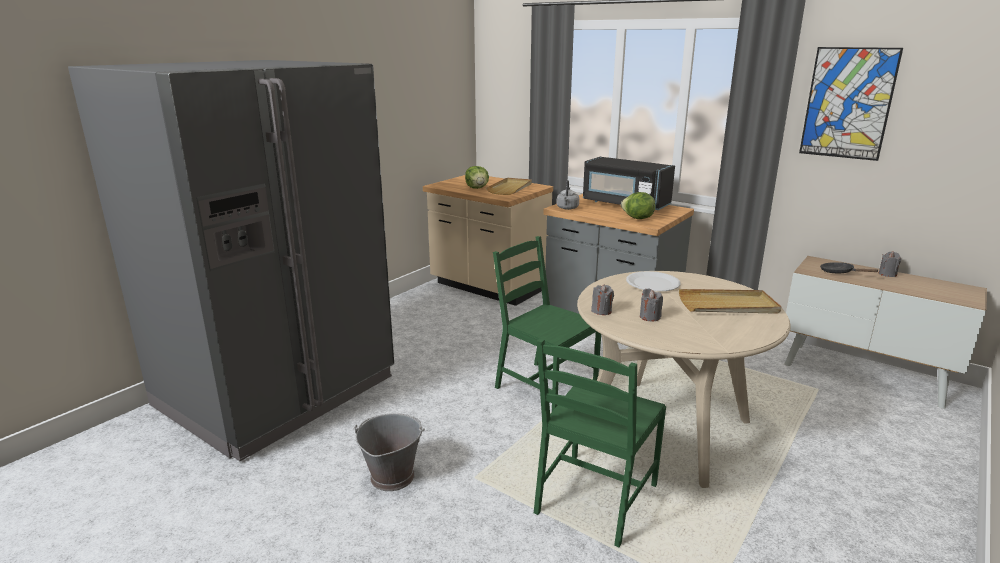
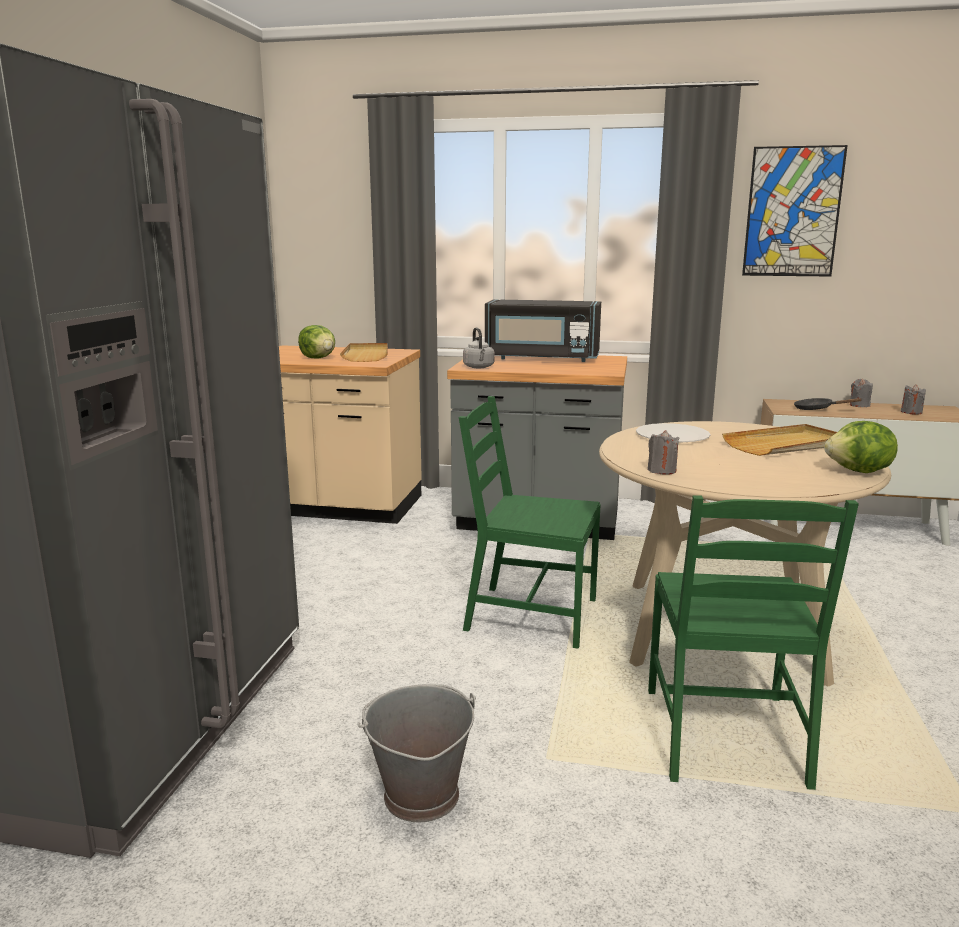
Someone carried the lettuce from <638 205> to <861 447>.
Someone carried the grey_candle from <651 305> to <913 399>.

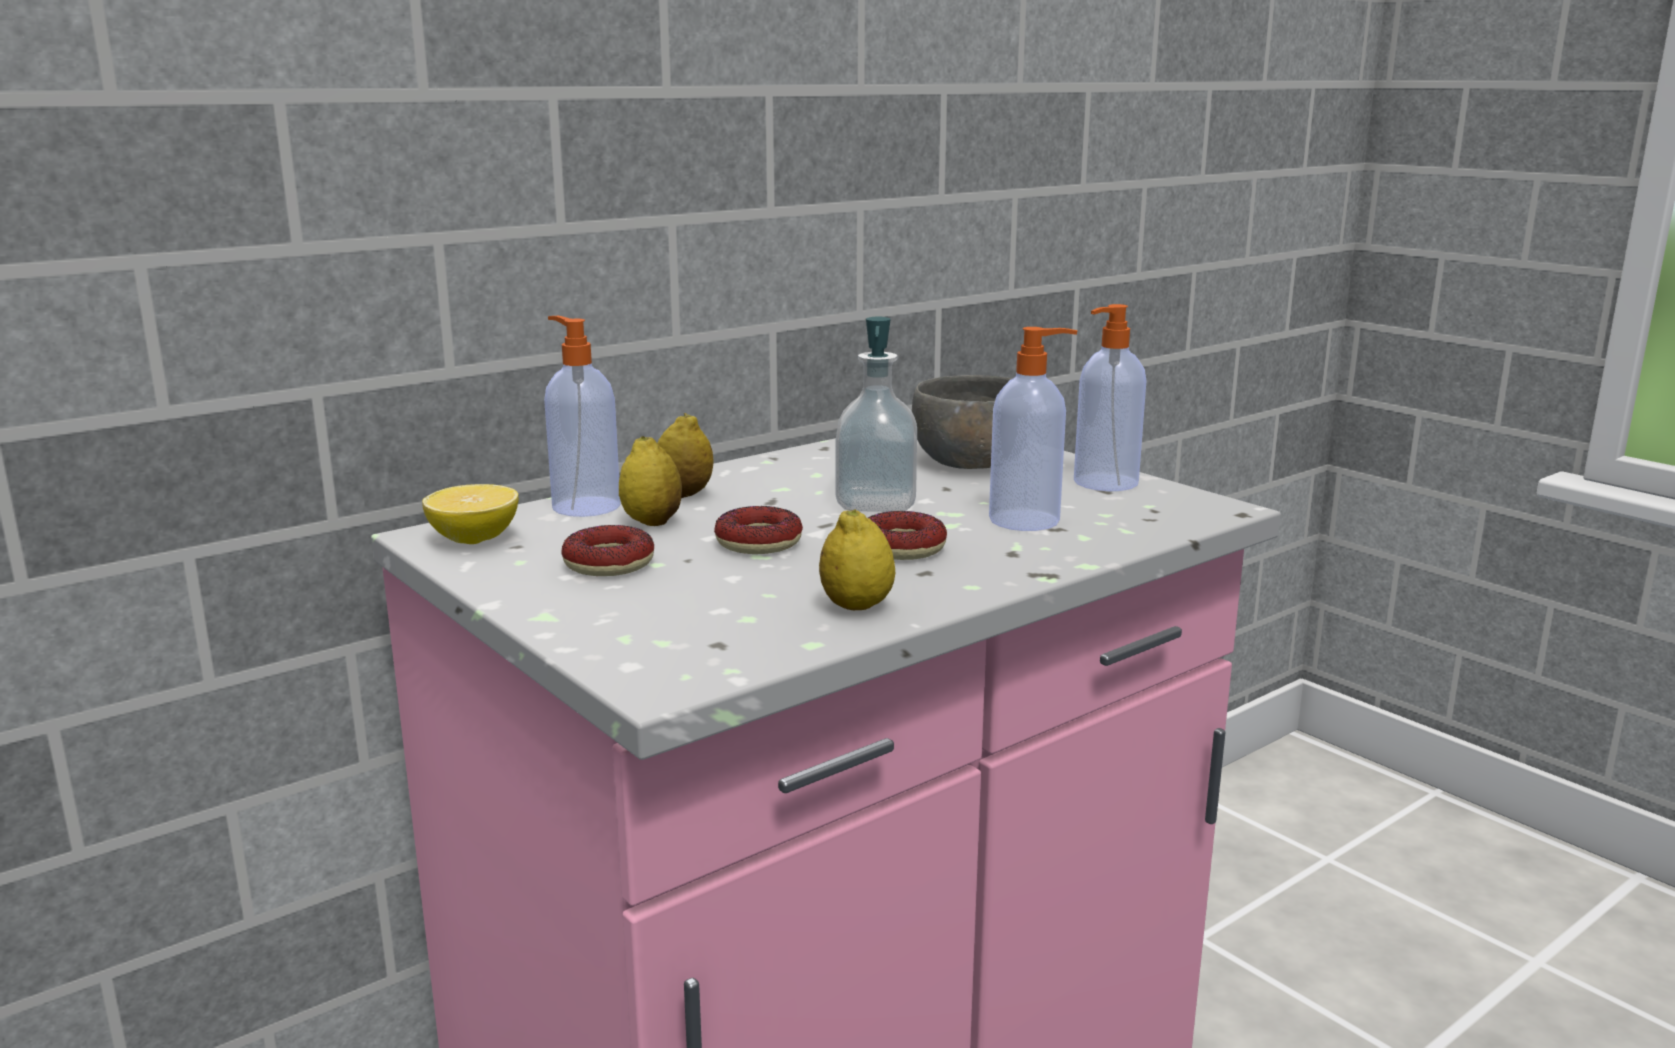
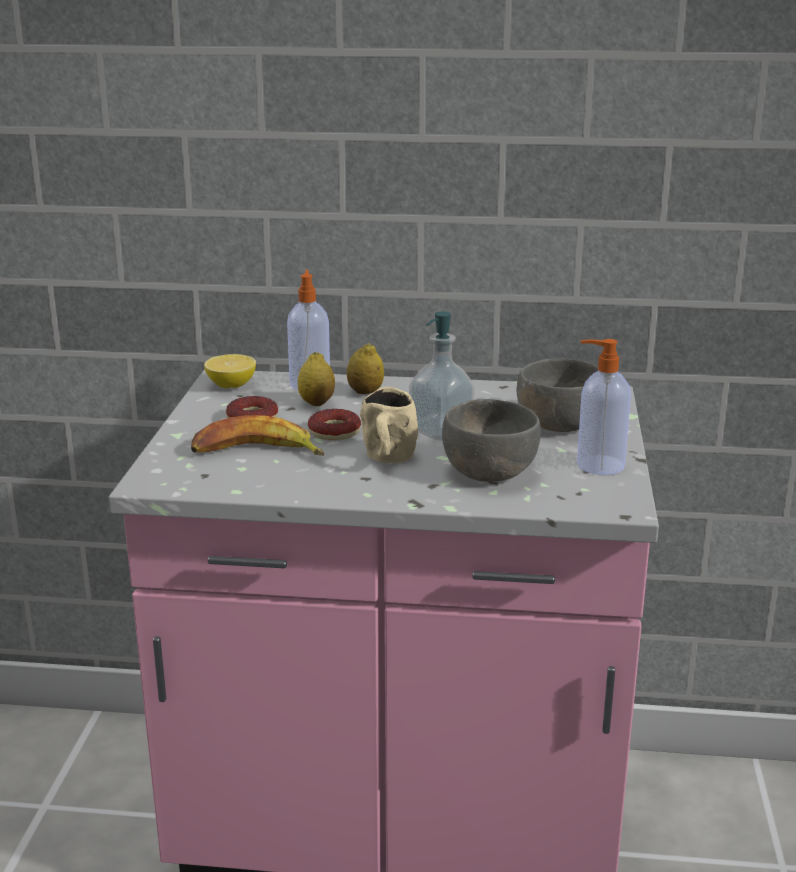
Someone took away the lemon at <857 559>.
Someone swapped the donut at <907 535> for the beige_mug at <389 425>.
Someone swapped the soap_dispenser at <1033 429> for the grey_bowl at <491 440>.
Someone put down the banana at <257 435>.

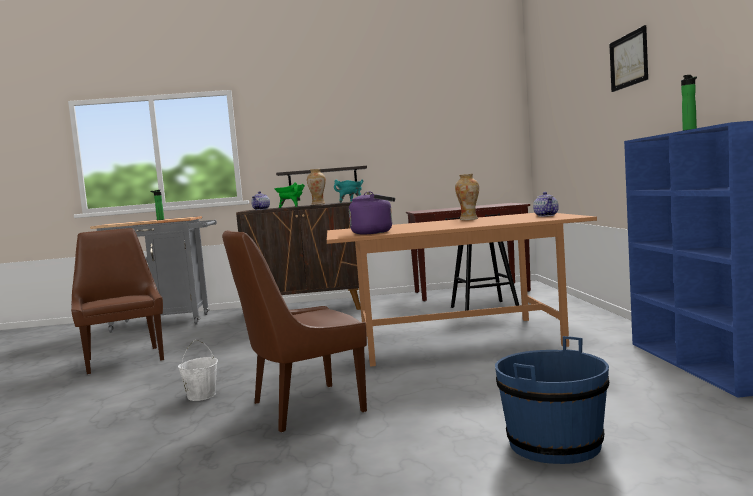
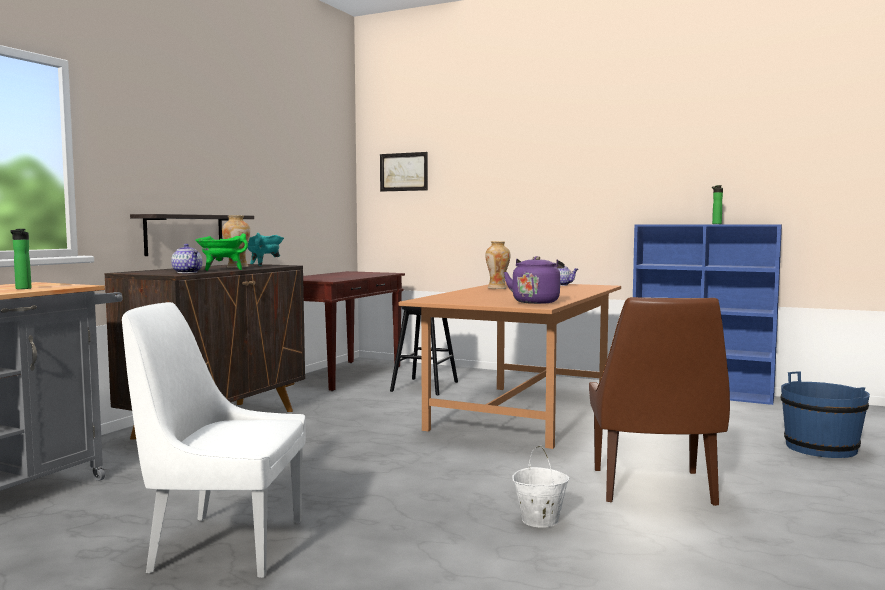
Someone repainted the brown_chair at <117 301>, which became the white_chair at <214 440>.
Someone carried the picture from <628 58> to <404 172>.

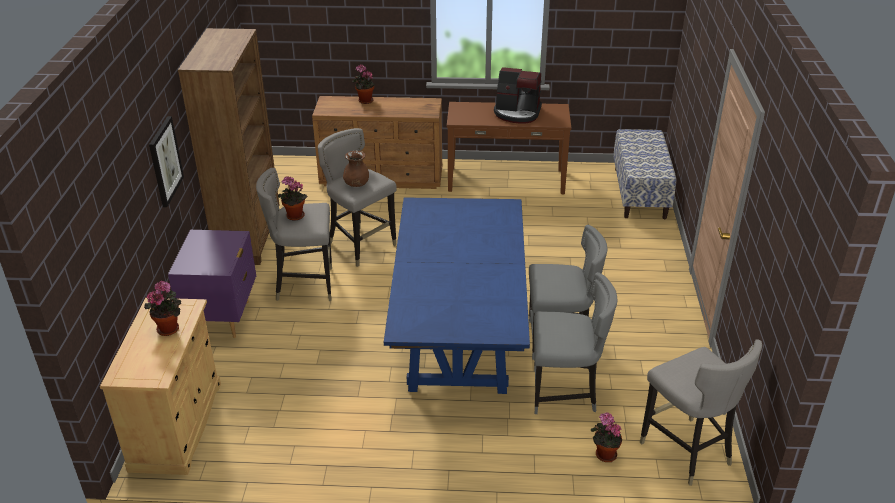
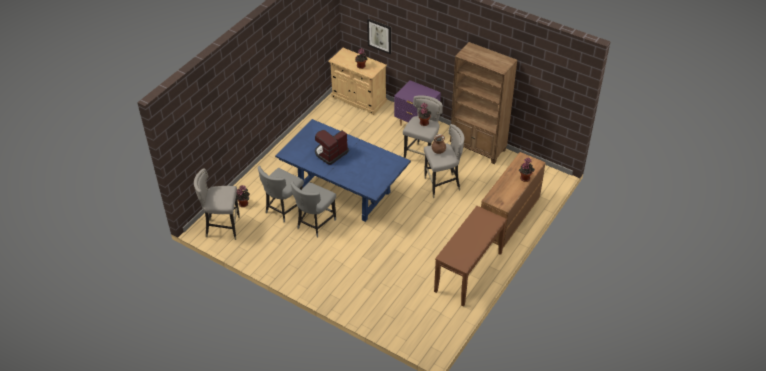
Someone carried the picture from <166 161> to <379 36>.
Someone carried the coffee_machine from <518 95> to <332 147>.
Someone took away the bench at <644 174>.

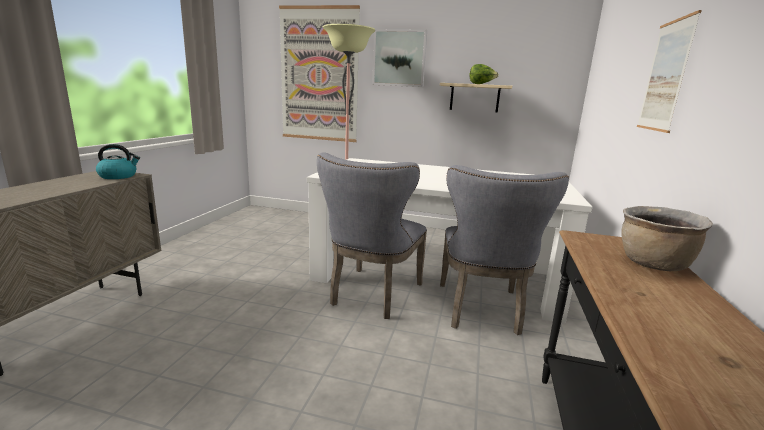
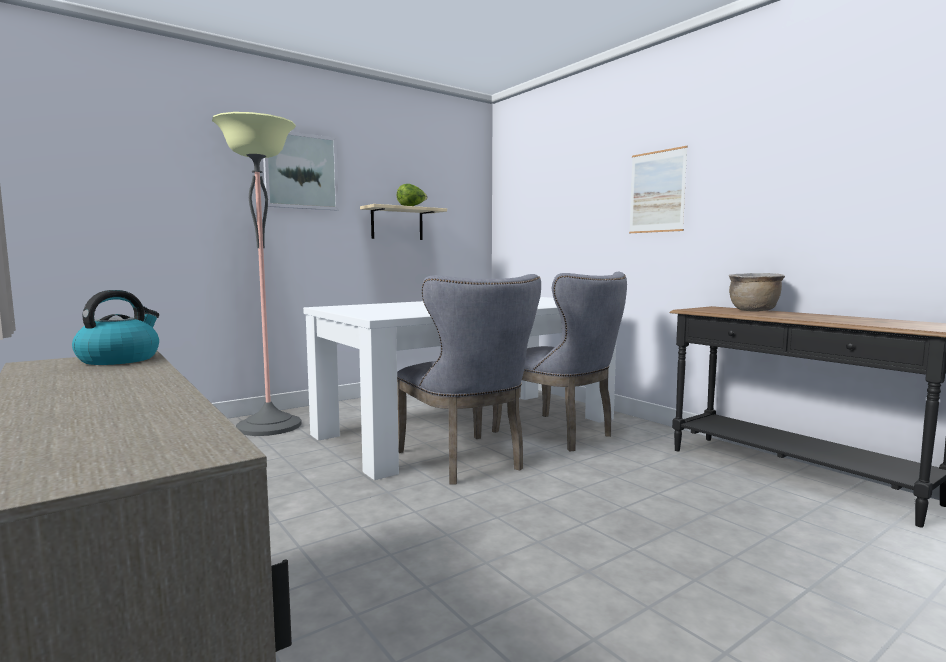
Someone took away the picture at <319 73>.

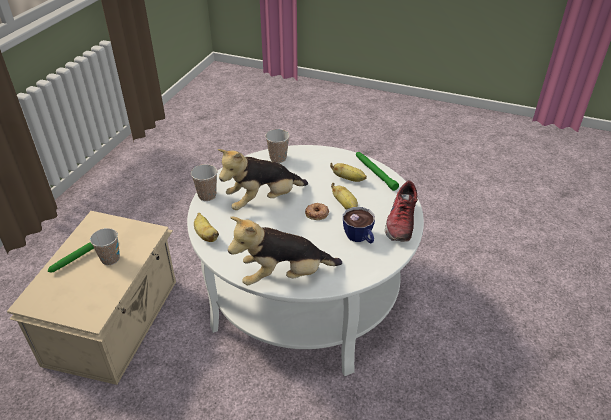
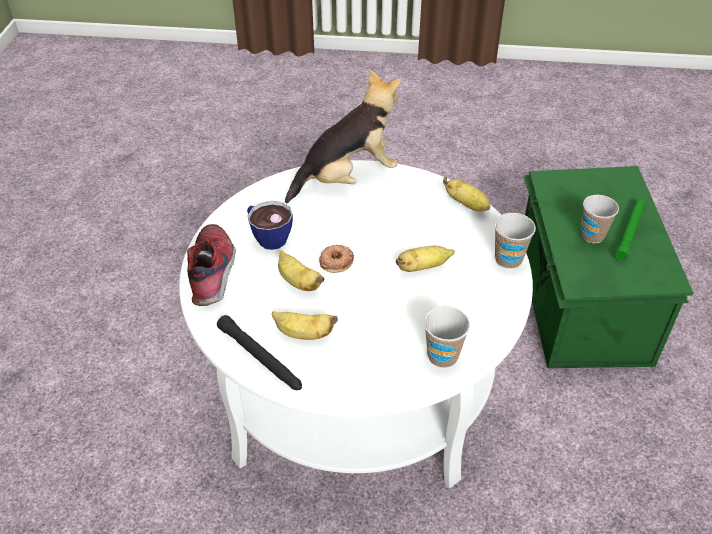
Someone repainted the beige_storage_box at <91 298>, which became the green_storage_box at <608 267>.
Someone swapped the plush_toy at <262 179> for the banana at <425 259>.
Someone repainted the green_flashlight at <377 171>, which became the black_flashlight at <259 352>.

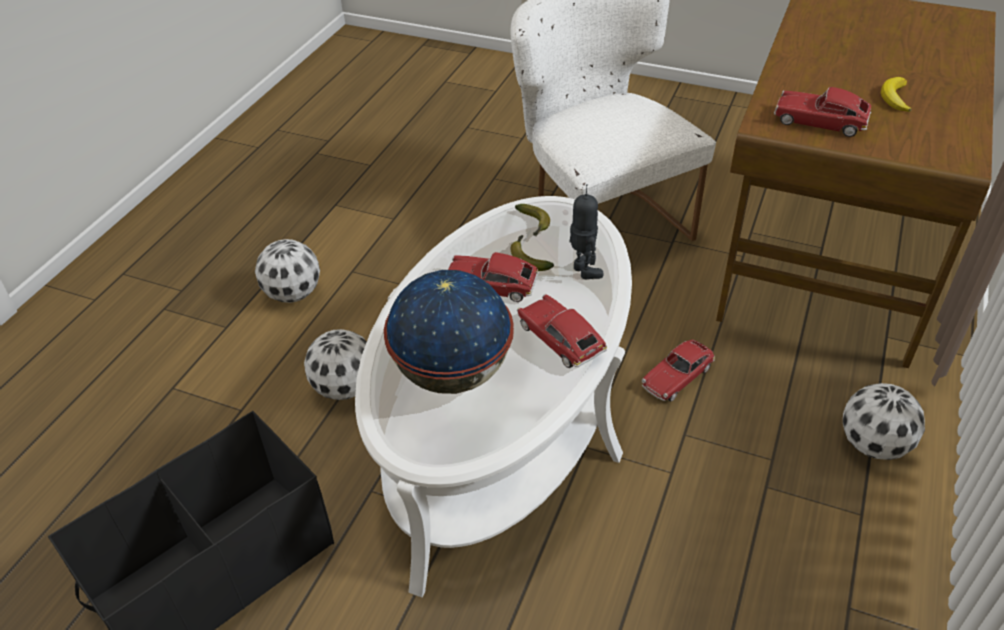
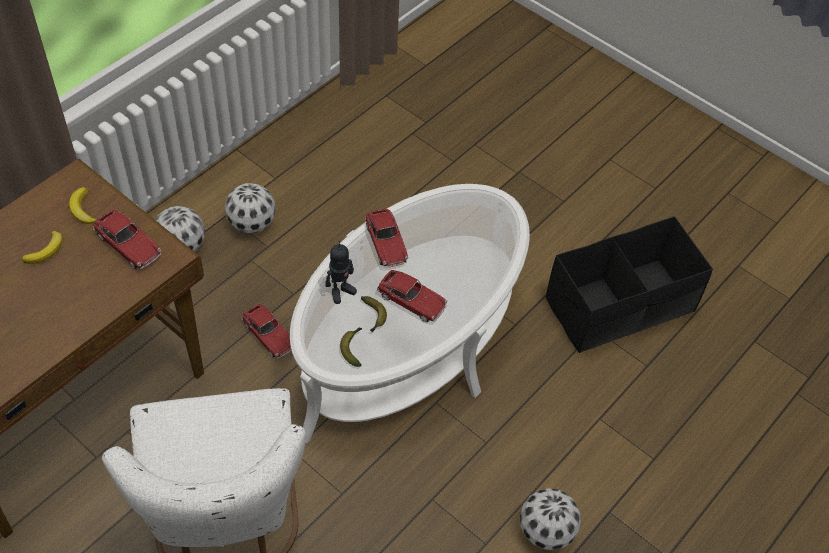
Someone carried the football from <335 364> to <250 208>.
Someone took away the globe at <449 332>.
Someone rotated the toy_robot at <586 231> by 120 degrees counterclockwise.
Someone rotated the toy_car at <678 370> by 75 degrees clockwise.
Someone put down the banana at <83 205>.

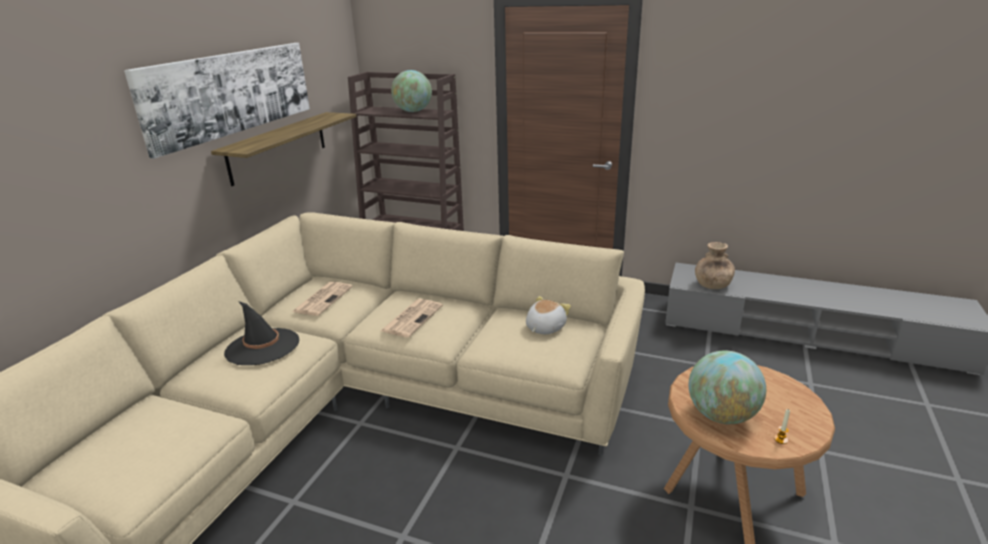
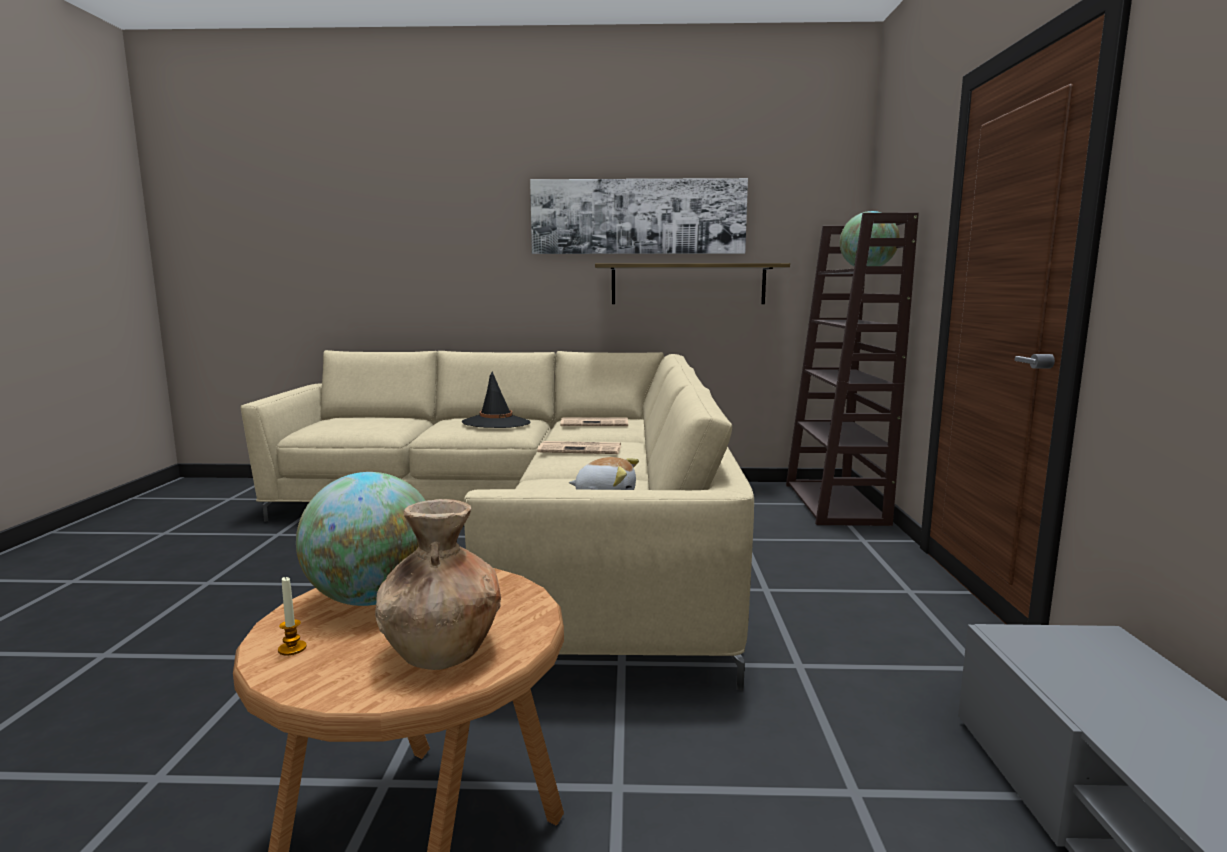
Someone carried the brown_vase from <715 265> to <438 584>.

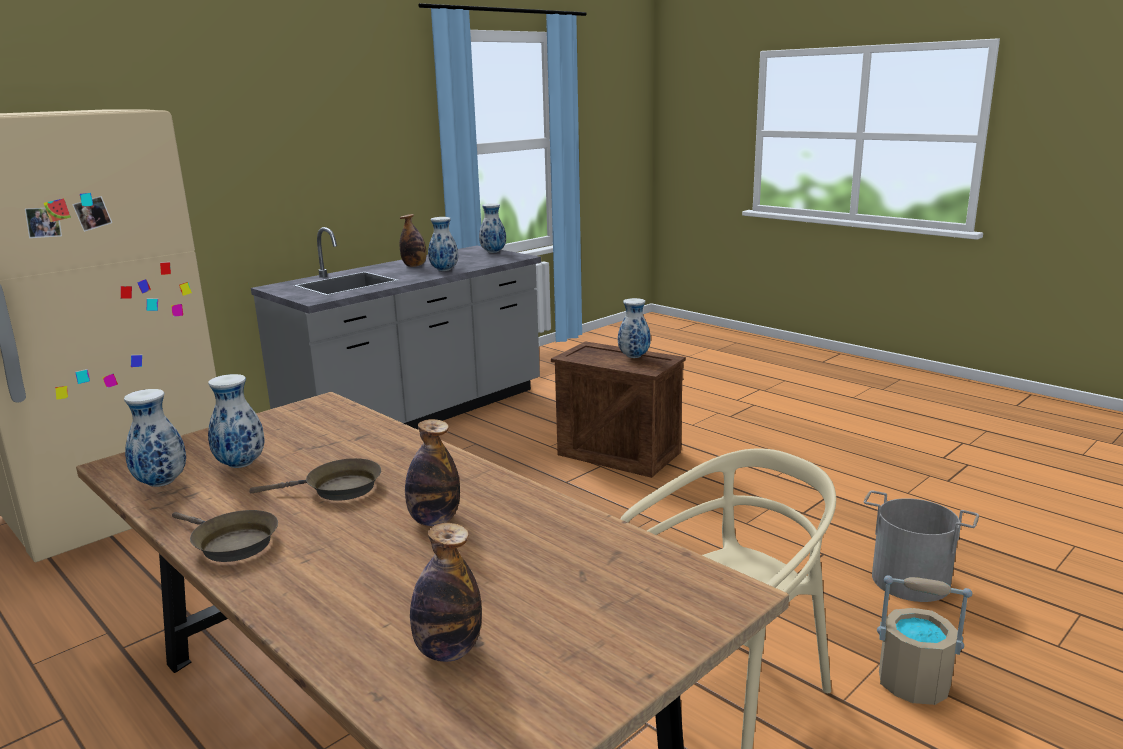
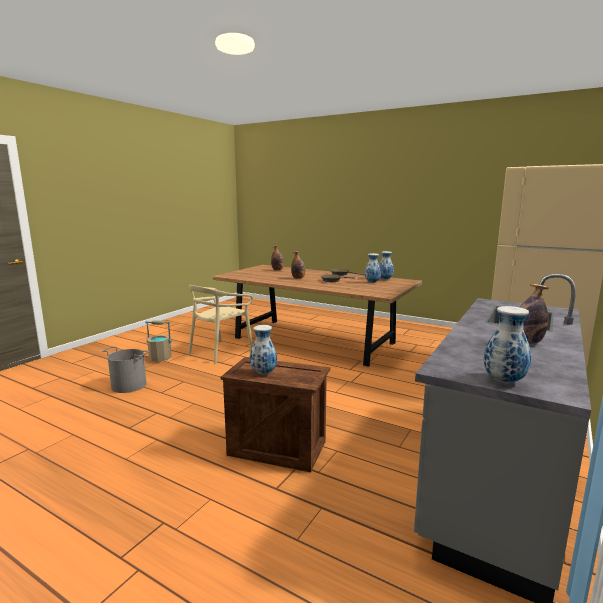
Someone took away the vase at <443 244>.

